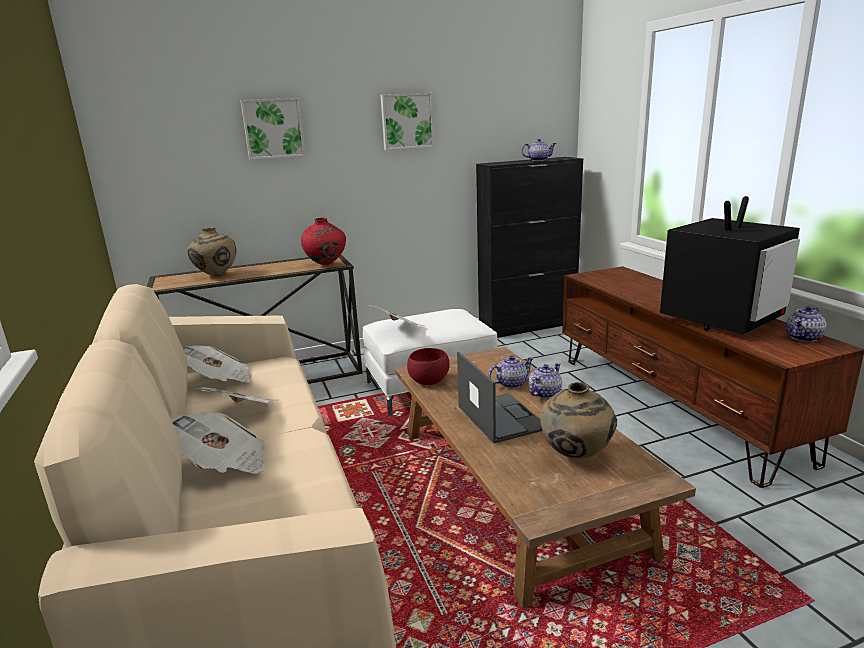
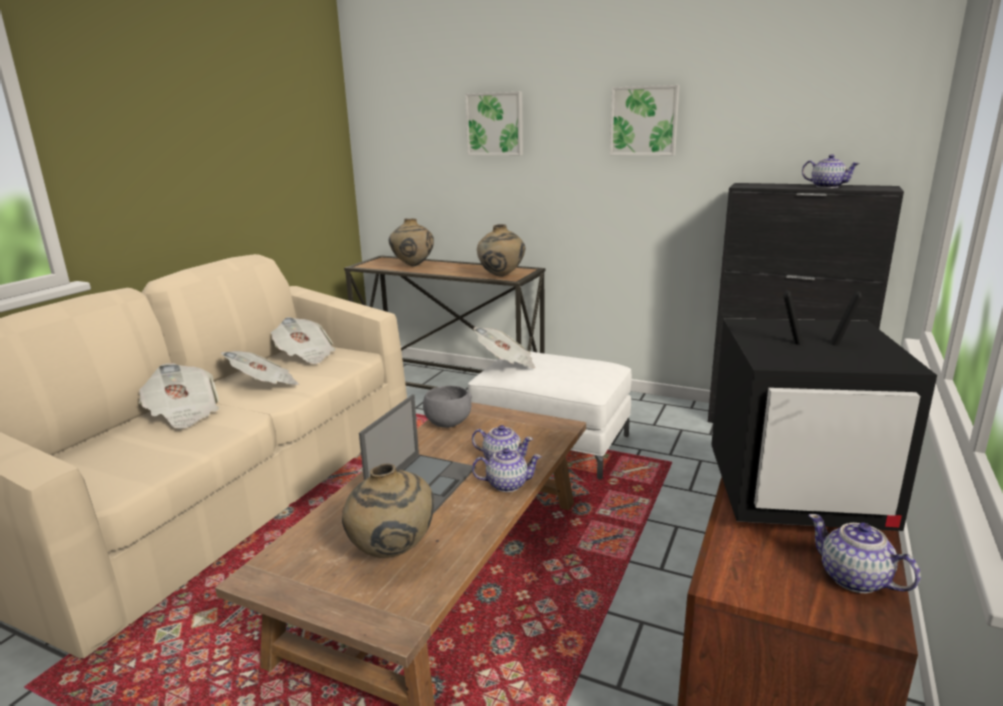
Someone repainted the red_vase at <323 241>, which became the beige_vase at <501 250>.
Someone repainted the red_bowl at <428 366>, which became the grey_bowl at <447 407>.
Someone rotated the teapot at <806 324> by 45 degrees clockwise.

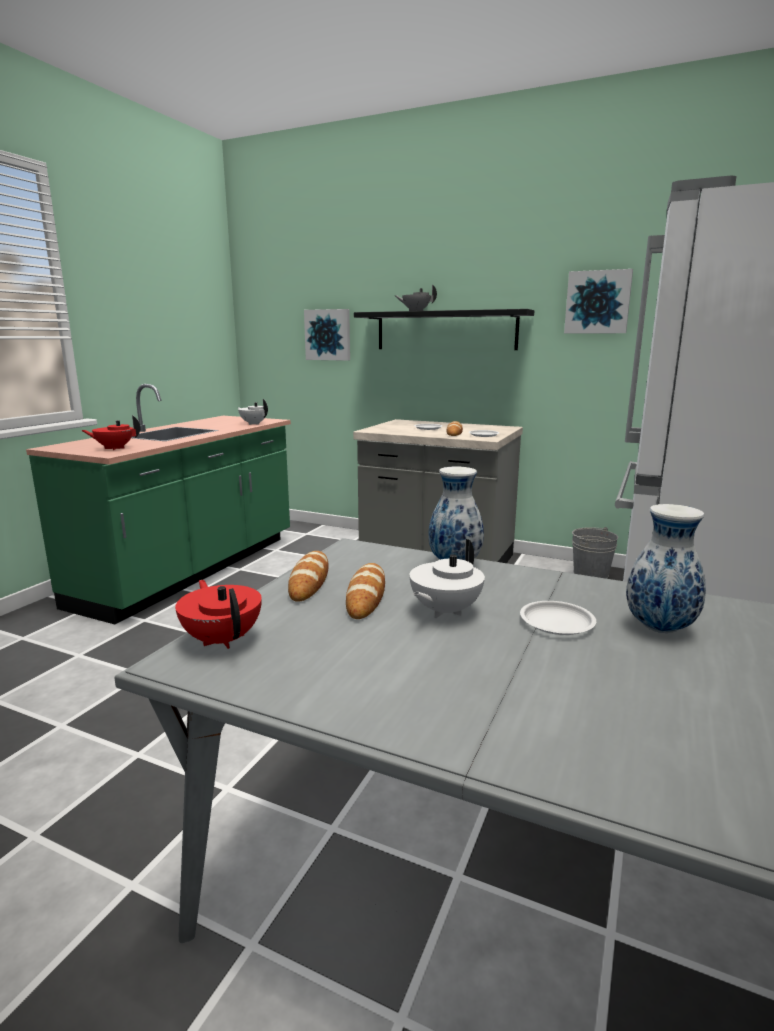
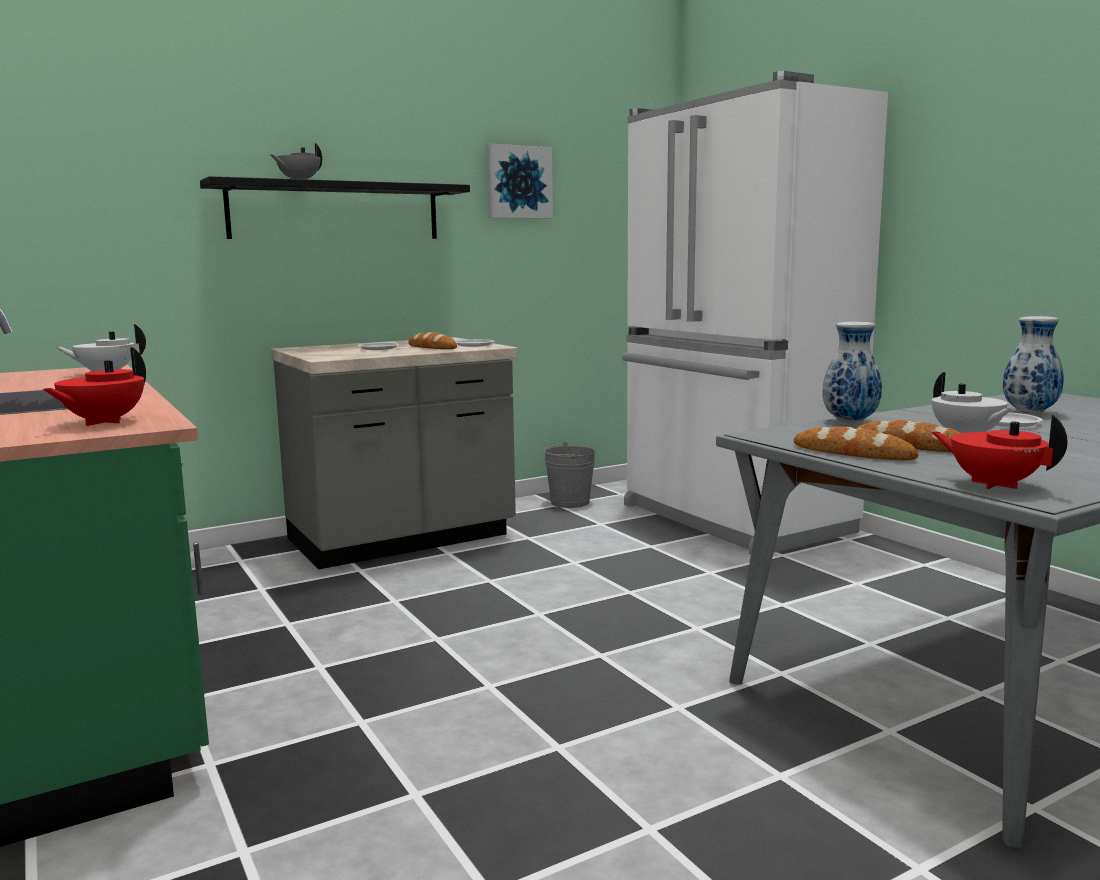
Someone rotated the red_teapot at <218 614> by 45 degrees clockwise.
Someone took away the picture at <327 335>.

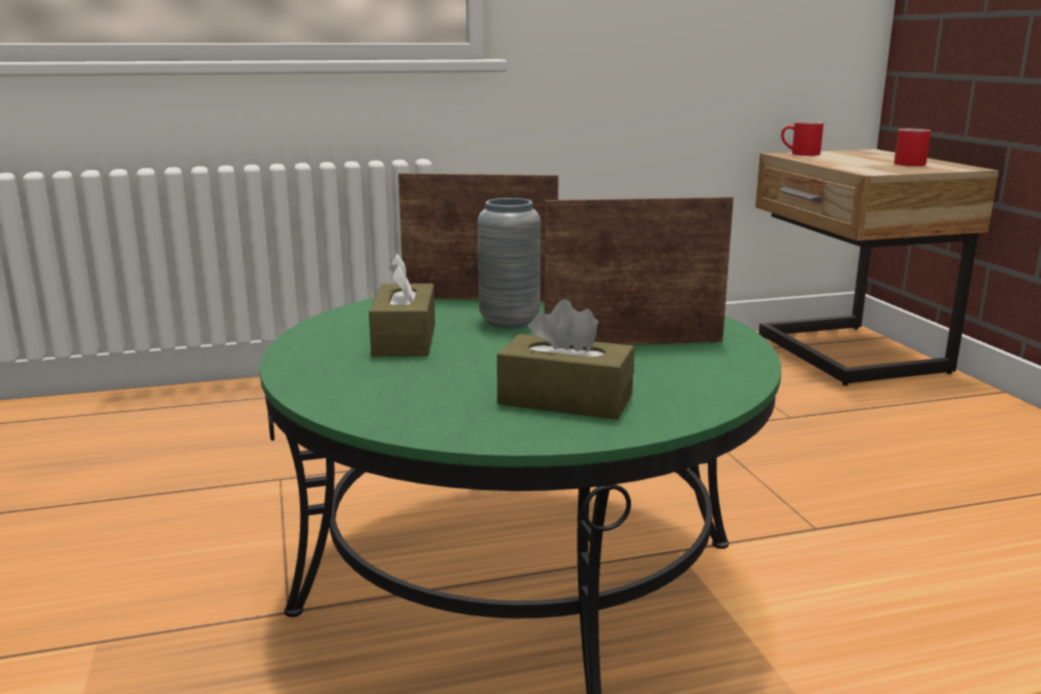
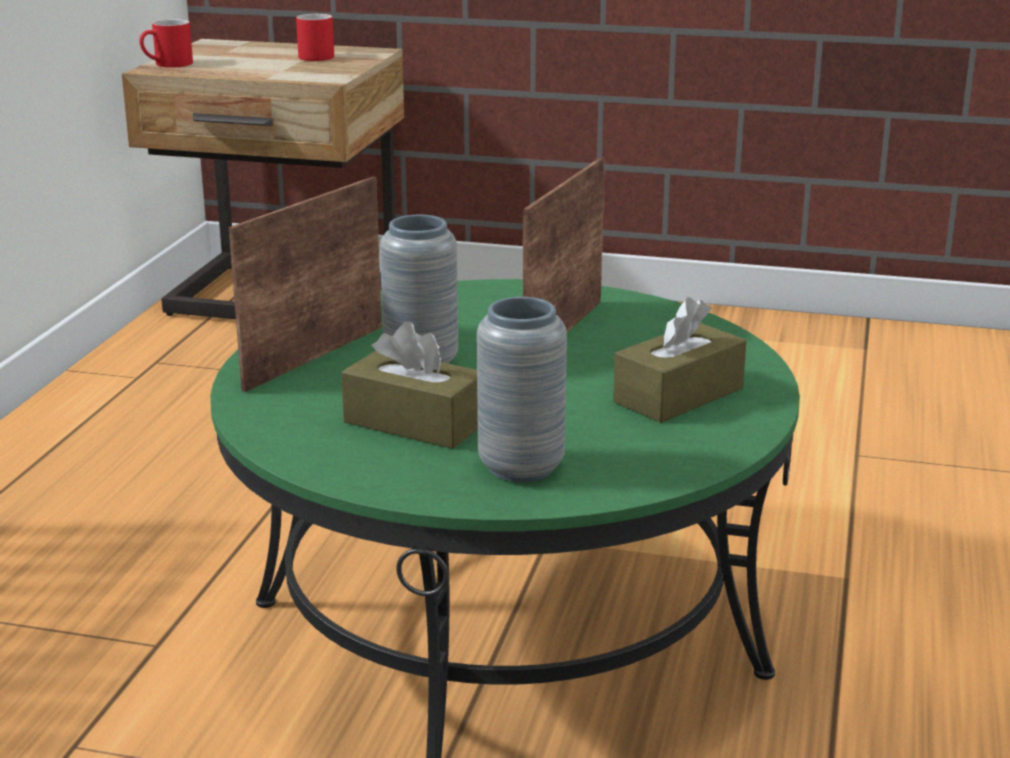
Someone put down the grey_vase at <522 389>.

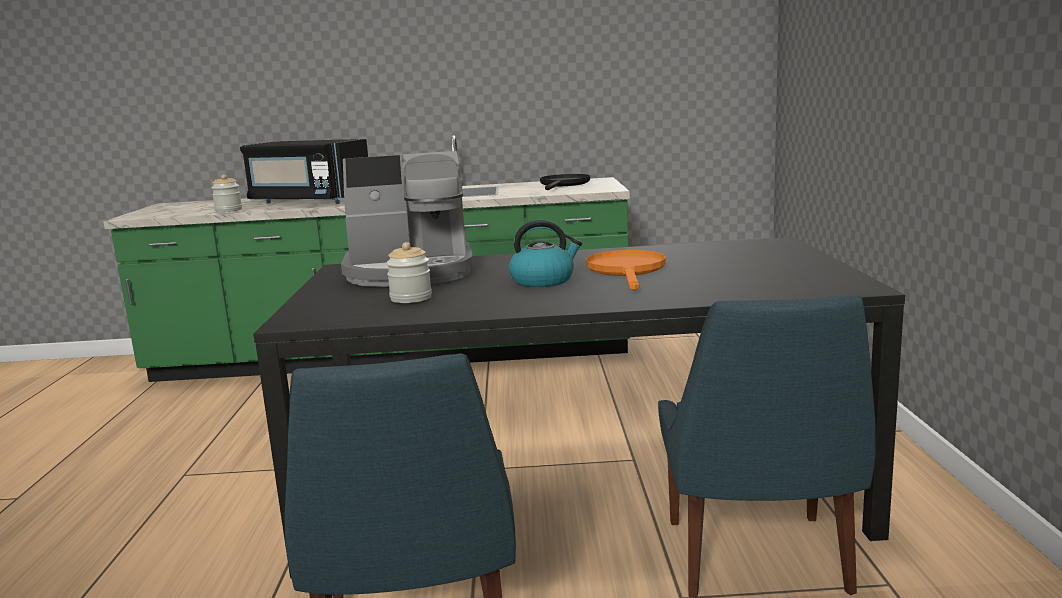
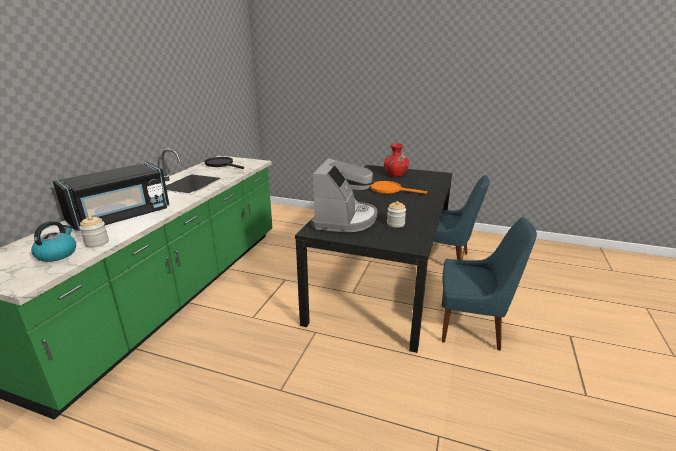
Someone carried the kettle from <545 253> to <53 241>.
Someone put down the red_vase at <396 160>.

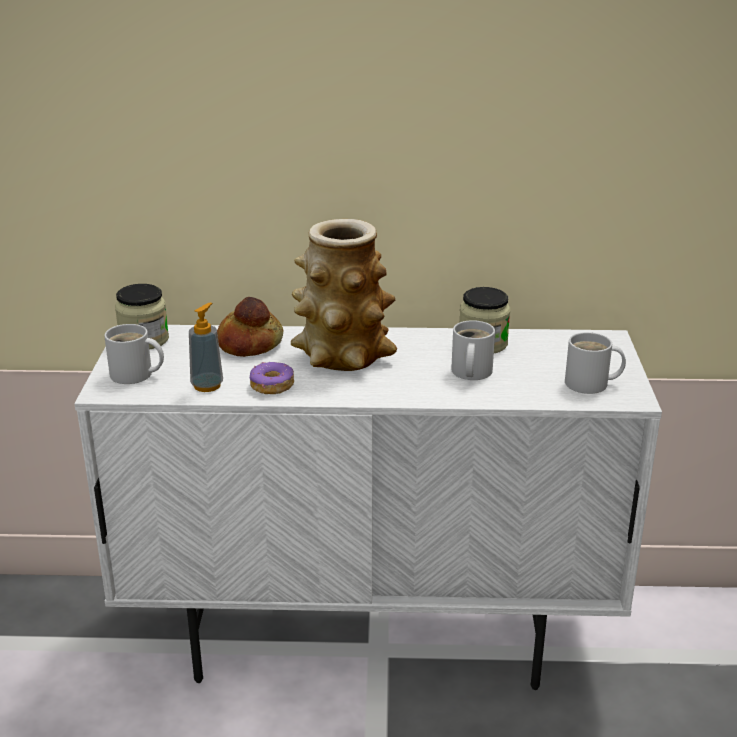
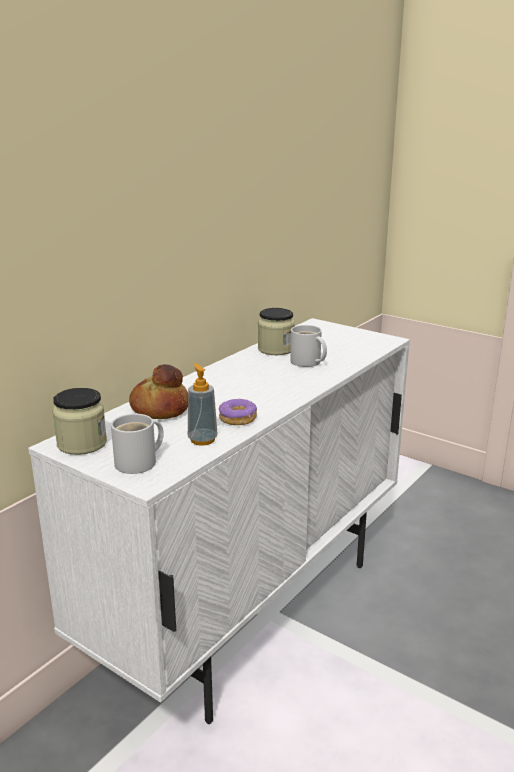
Someone took away the vase at <344 295>.
Someone took away the white_mug at <595 363>.

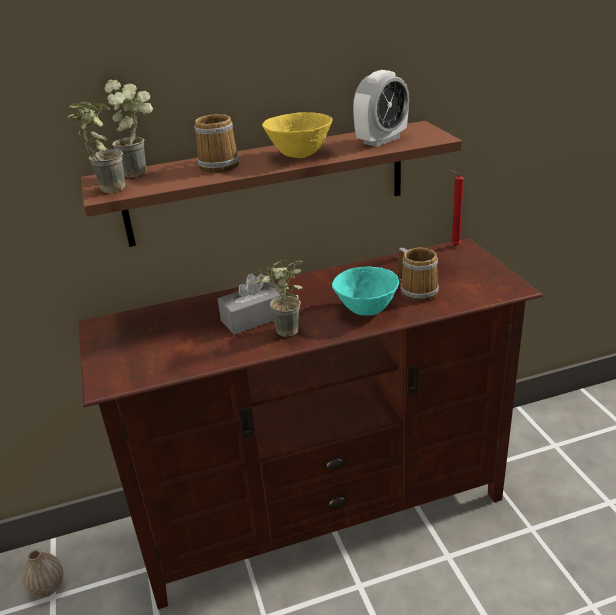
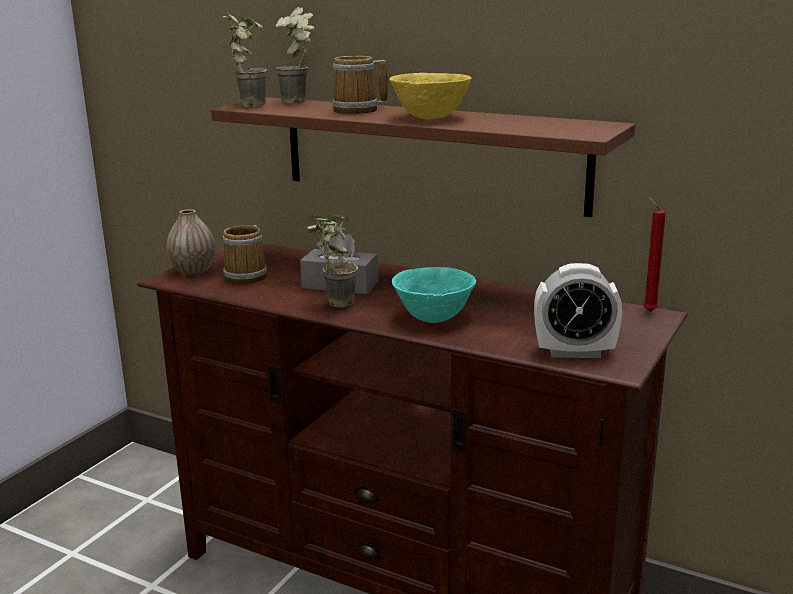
Someone carried the vase from <43 573> to <191 242>.
Someone carried the alarm_clock from <381 108> to <578 310>.
Someone carried the mug from <418 274> to <245 254>.

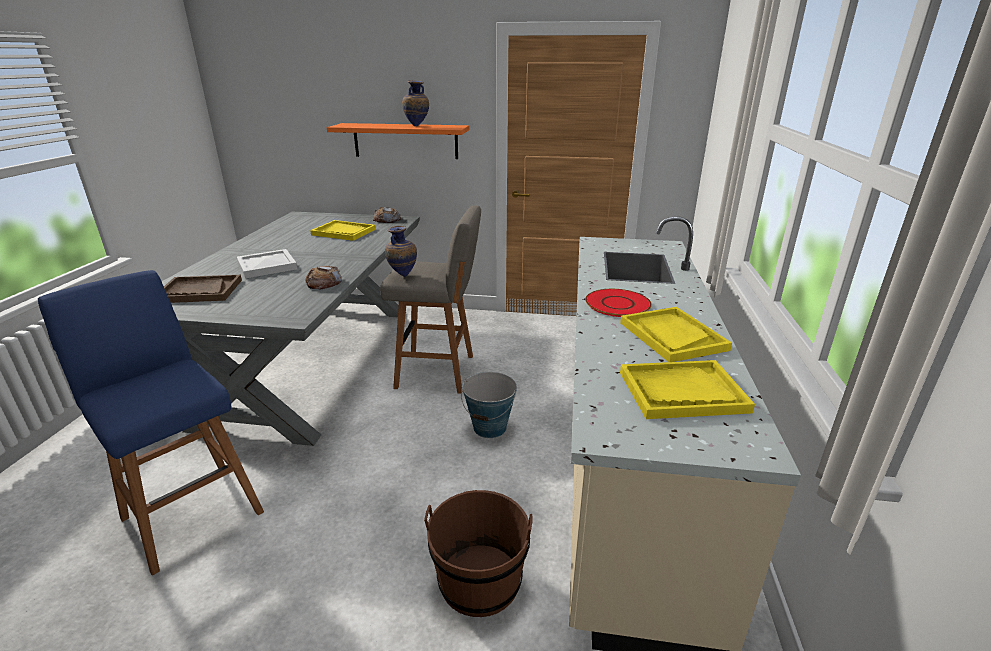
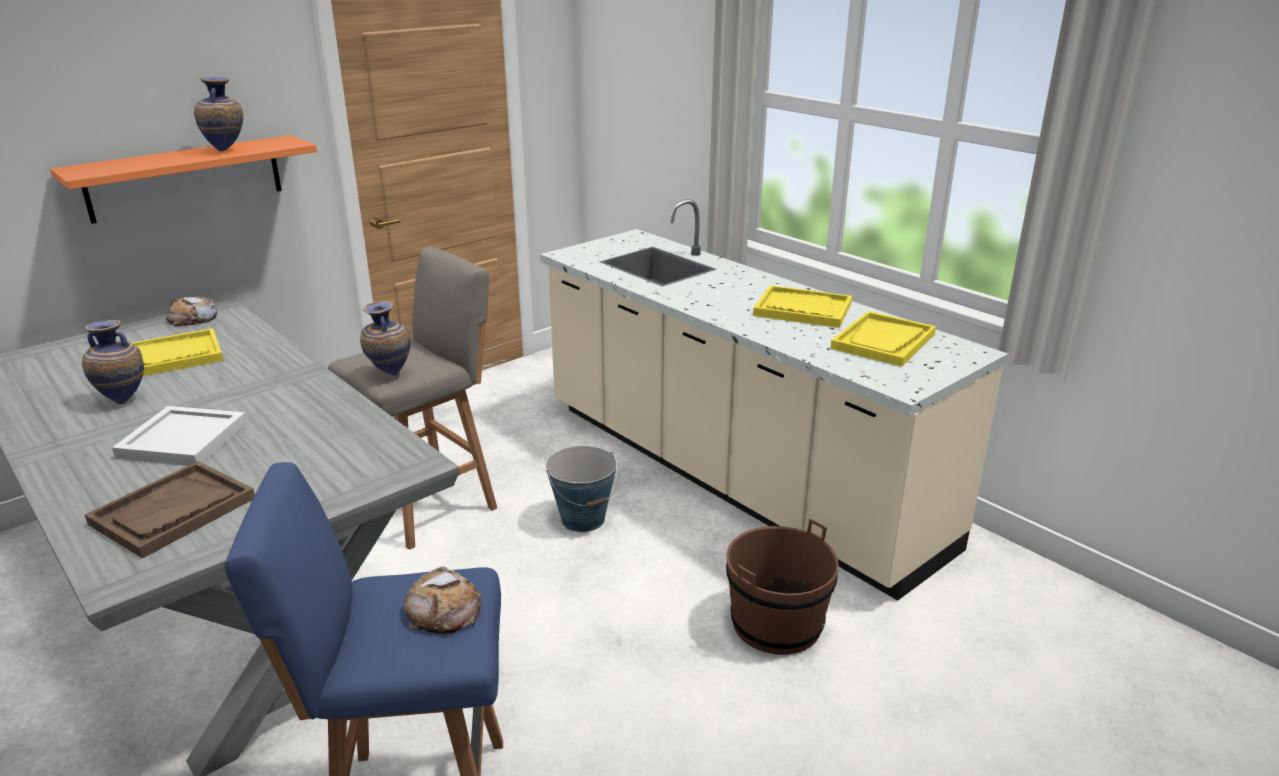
Someone carried the bread from <323 278> to <442 600>.
Someone took away the red_plate at <618 303>.
Someone put down the vase at <113 362>.

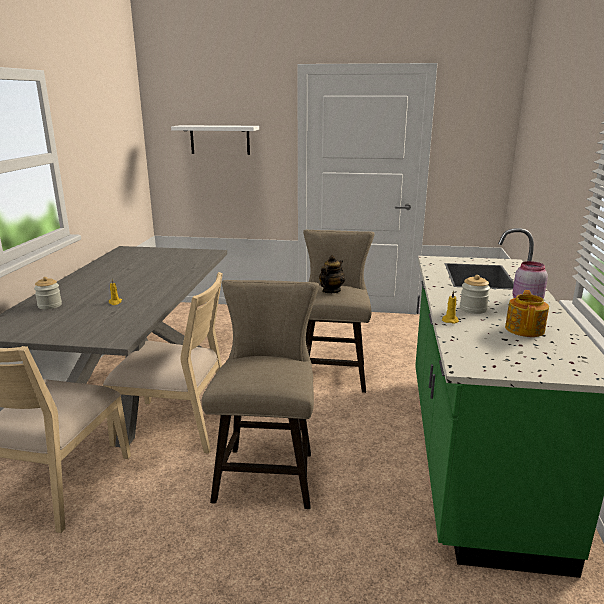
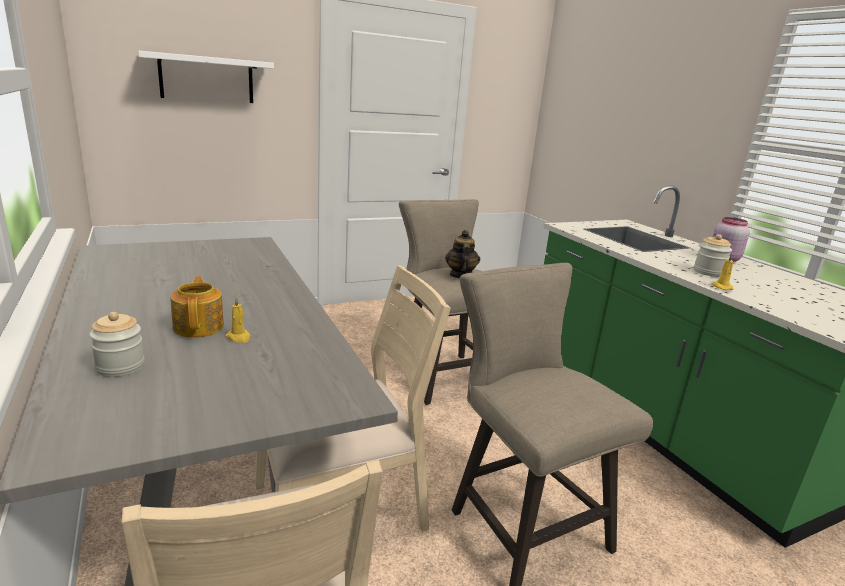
Someone carried the teapot from <527 313> to <197 307>.

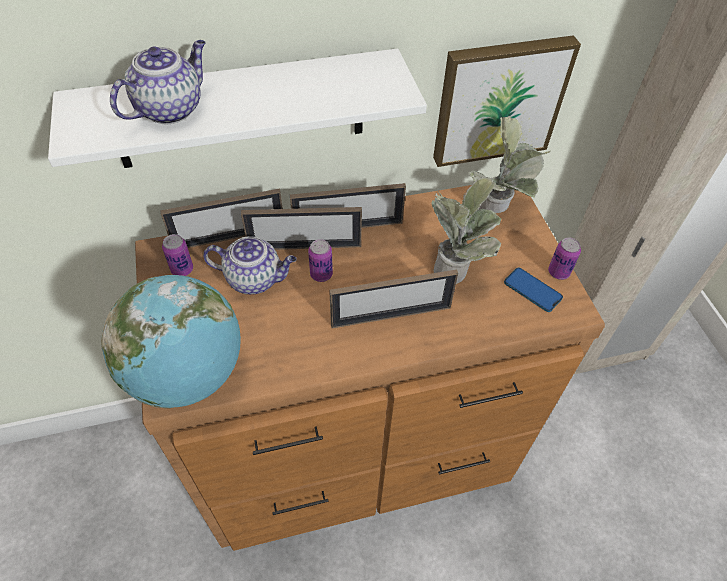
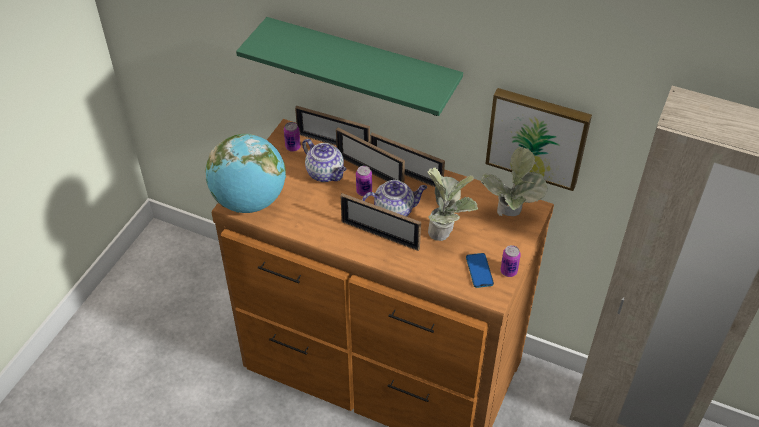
Someone repainted the white_shelf at <237 108>, which became the green_shelf at <349 66>.
Someone carried the teapot from <158 82> to <394 198>.

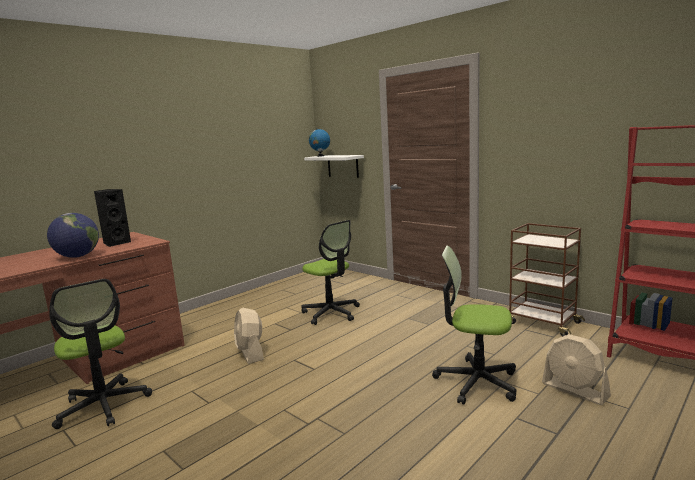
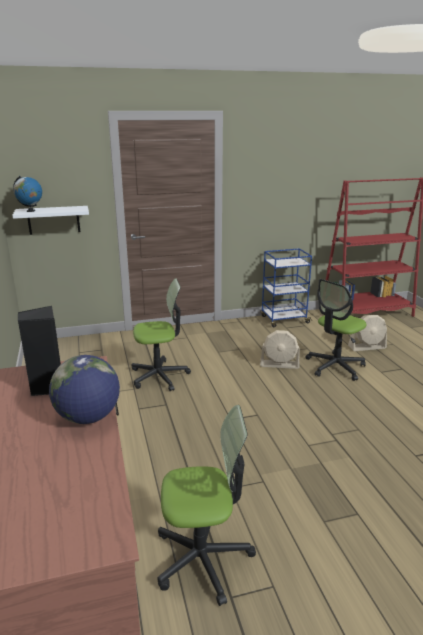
Someone carried the beige_fan from <249 336> to <279 349>.
Someone repainted the brown_cart at <547 279>, which became the blue_cart at <286 287>.

